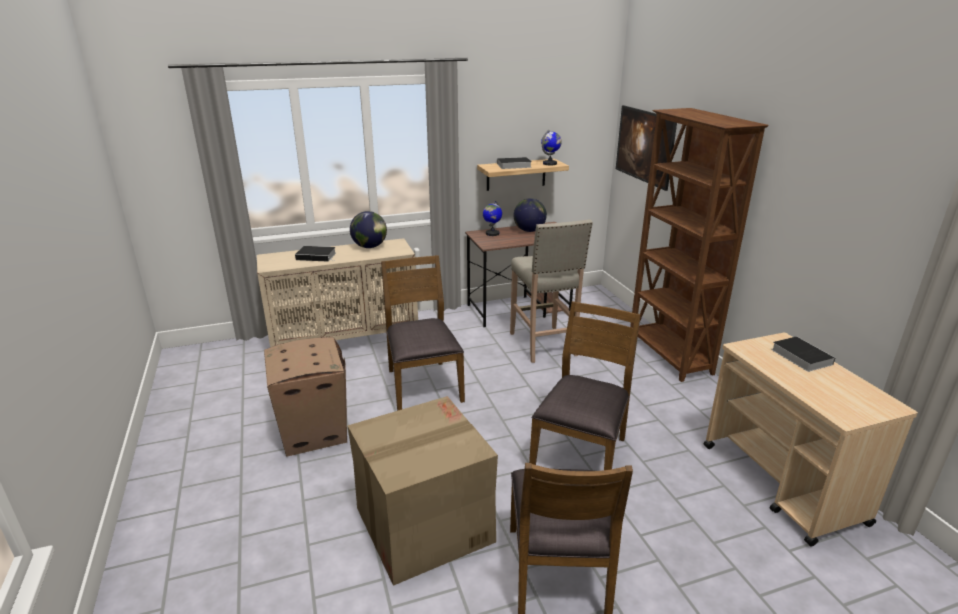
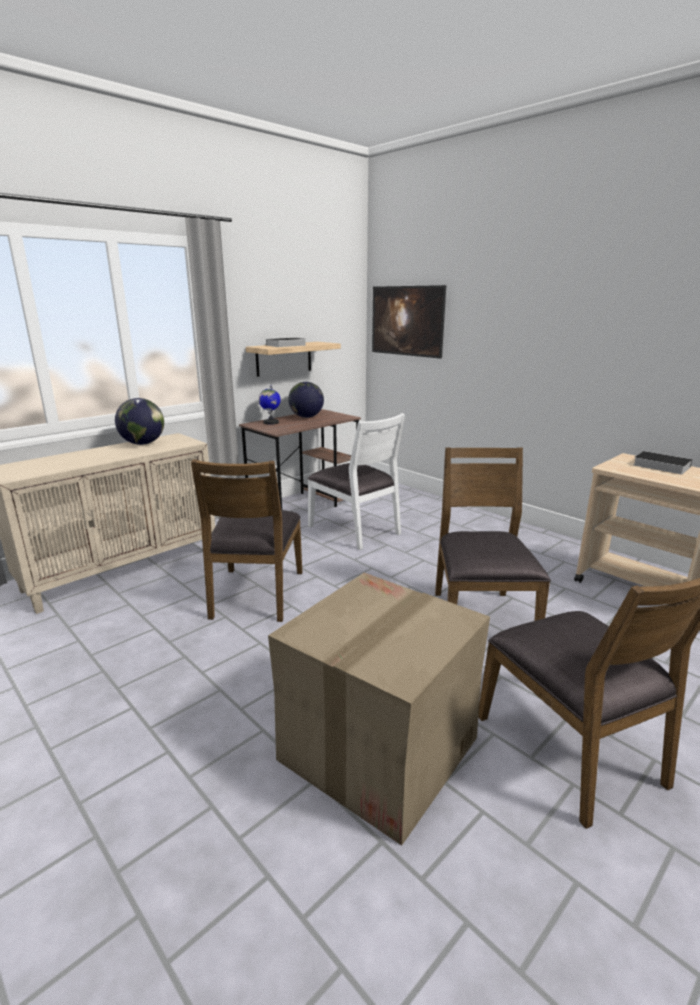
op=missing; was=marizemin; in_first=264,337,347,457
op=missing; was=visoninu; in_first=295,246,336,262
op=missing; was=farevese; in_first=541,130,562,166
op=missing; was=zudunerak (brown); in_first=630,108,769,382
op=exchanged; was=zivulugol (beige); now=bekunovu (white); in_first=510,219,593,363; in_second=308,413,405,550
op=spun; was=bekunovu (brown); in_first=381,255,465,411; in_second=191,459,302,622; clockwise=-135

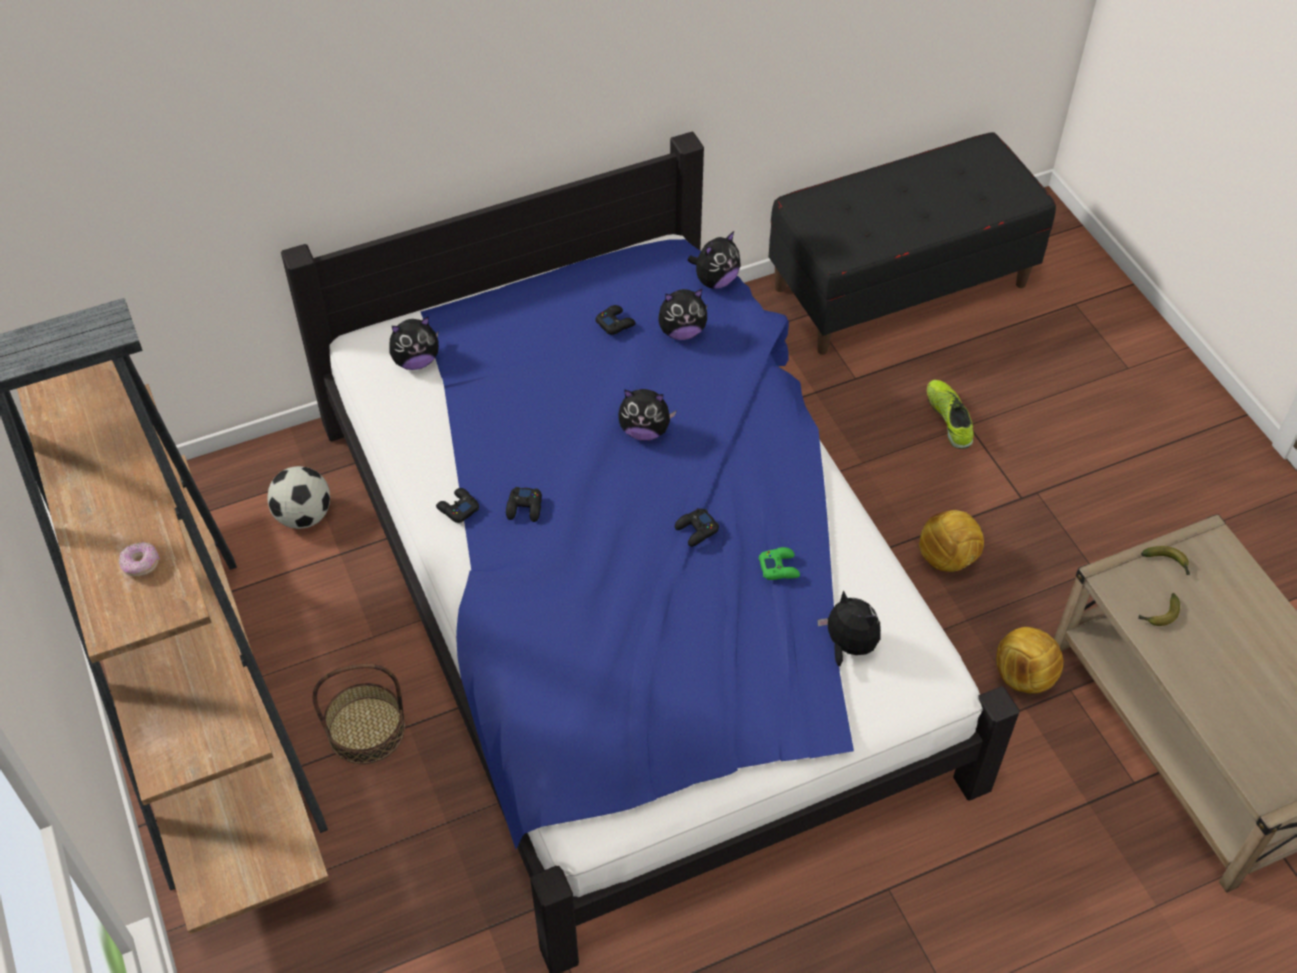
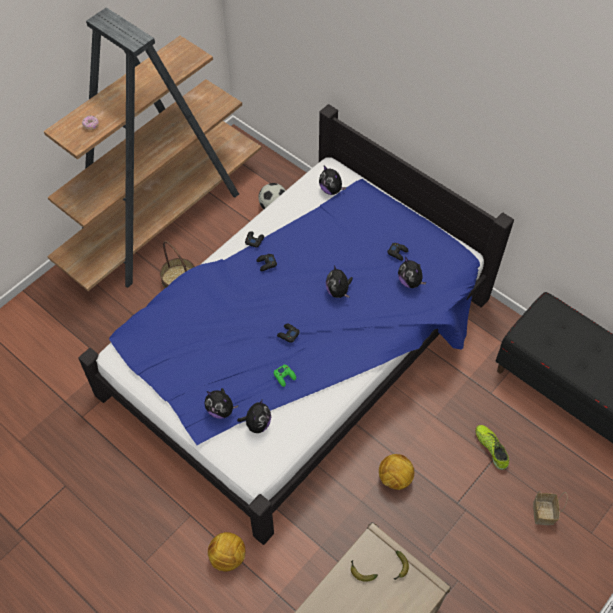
op=appeared; now=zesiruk; in_second=533,491,567,525
op=relocated; was=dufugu; in_first=688,231,741,289; in_second=204,388,238,419
op=relocated; was=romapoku; in_first=996,627,1063,694; in_second=208,532,245,572
op=spun; was=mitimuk; in_first=926,380,974,449; in_second=475,425,509,470; clockwise=-75

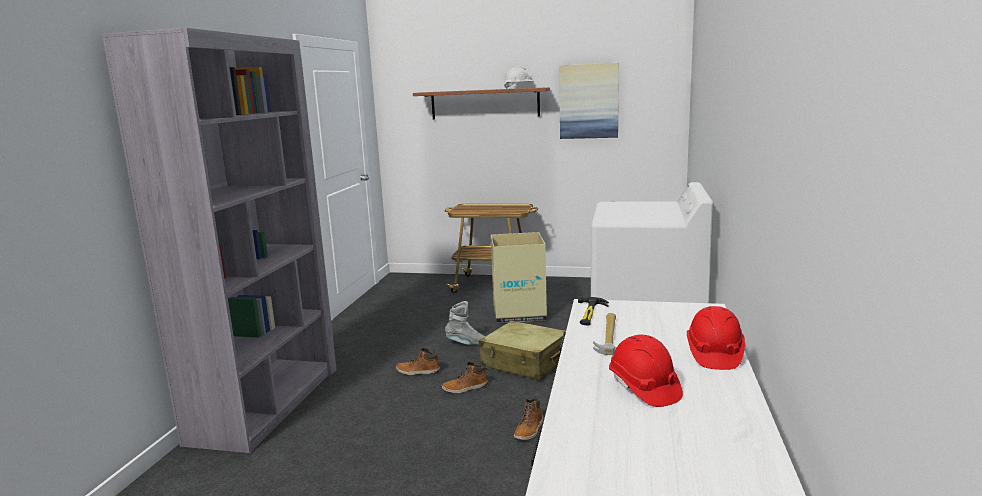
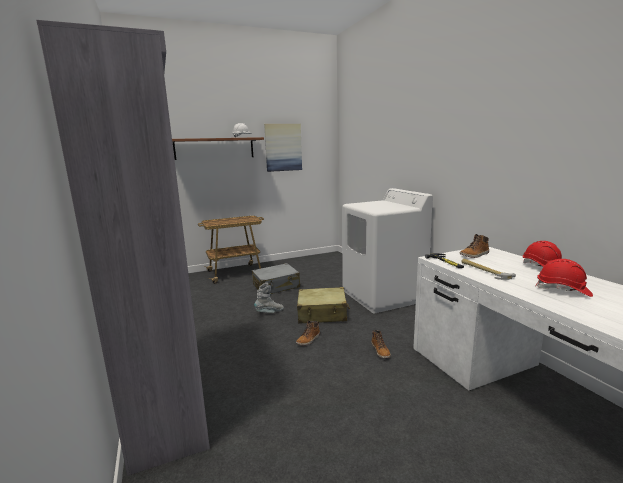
op=relocated; was=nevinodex; in_first=396,348,440,375; in_second=460,234,489,258
op=exchanged; was=marizemin; now=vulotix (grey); in_first=491,232,547,323; in_second=252,263,300,294

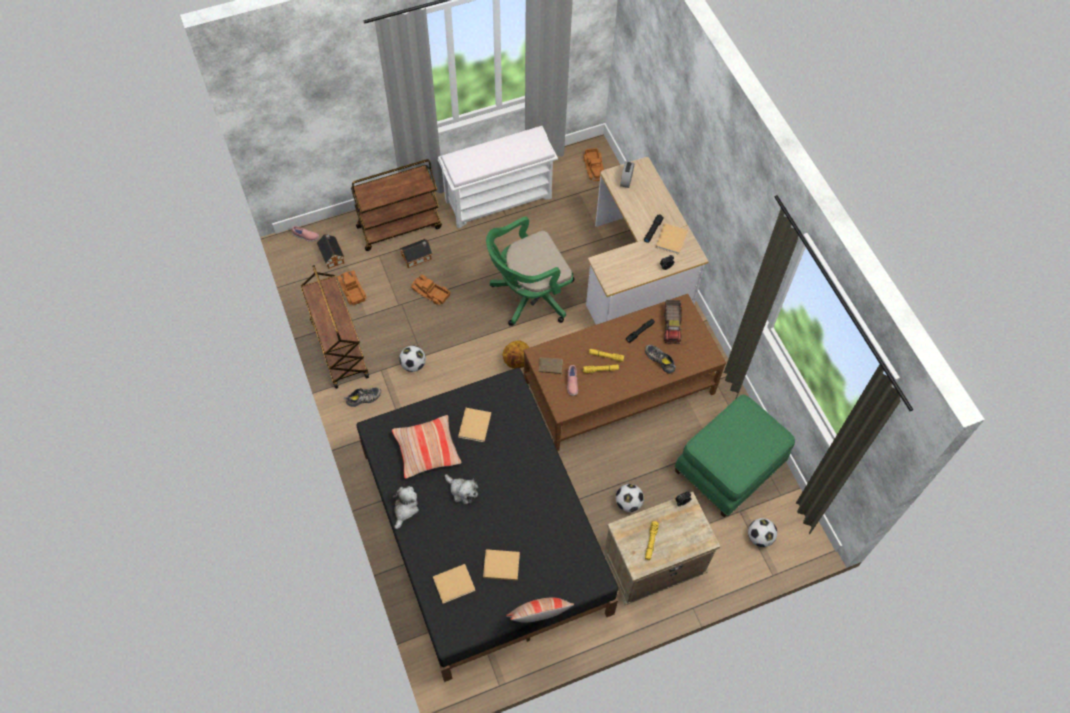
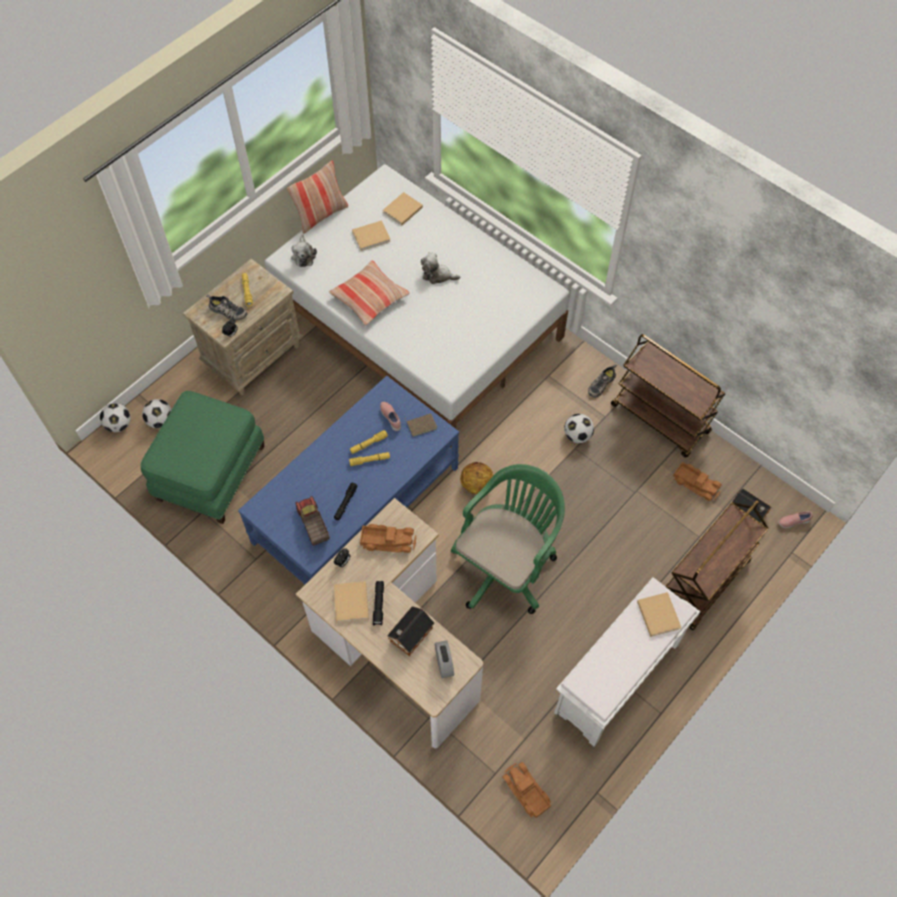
op=relocated; was=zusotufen; in_first=392,415,461,479; in_second=329,261,409,326
op=relocated; was=dufugu; in_first=393,486,419,529; in_second=291,234,317,267
op=relocated; was=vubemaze; in_first=400,239,432,268; in_second=387,606,434,656
op=relocated; was=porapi; in_first=411,275,450,305; in_second=360,524,416,553
op=relocated; was=visoninu (beige); in_first=458,408,491,442; in_second=637,592,681,637
op=relocated; was=romapoku; in_first=616,484,644,512; in_second=100,403,131,432
op=relocated; was=mitimuk; in_first=645,345,676,374; in_second=206,295,247,321
op=colour; was=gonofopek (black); now=gonofopek (white); in_first=357,368,618,682; in_second=264,164,569,447
op=colour; was=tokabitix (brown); now=tokabitix (blue); in_first=523,294,726,451; in_second=238,376,459,584

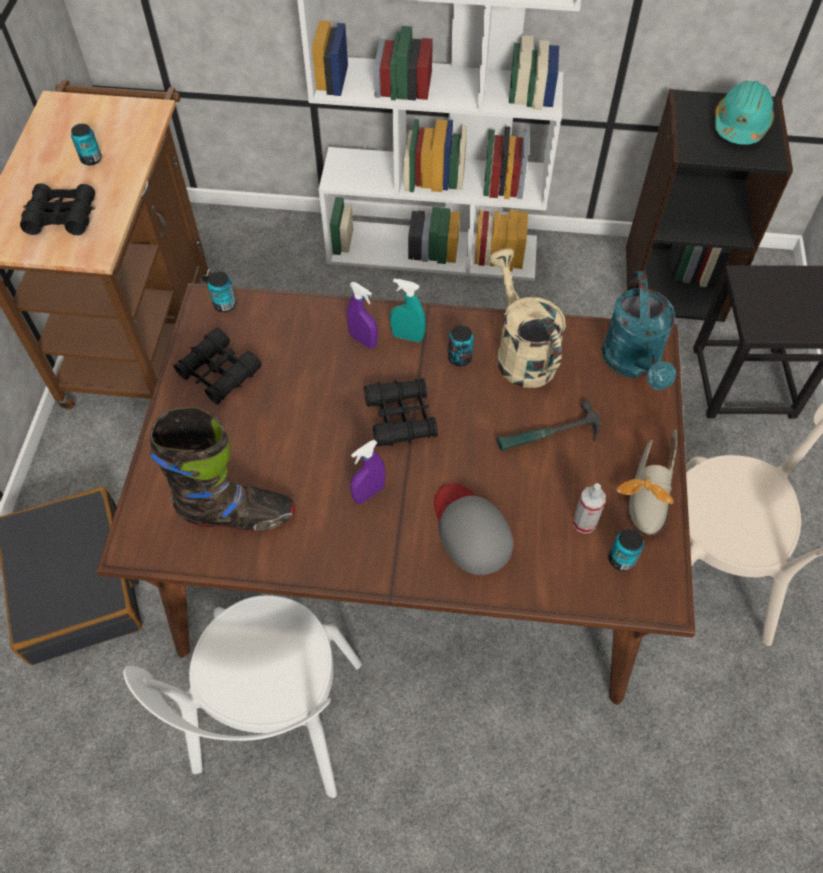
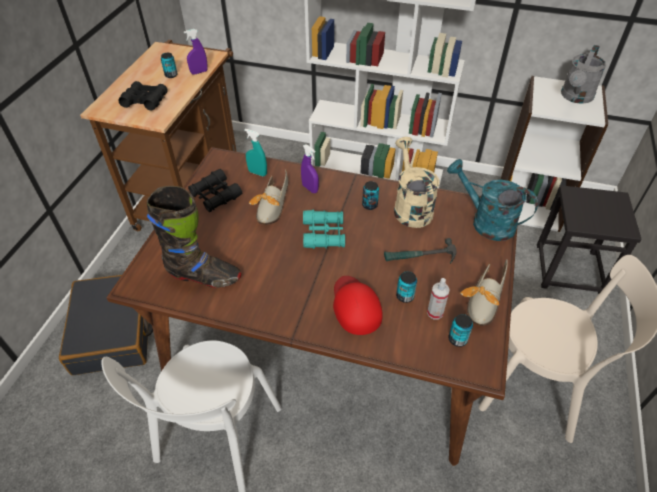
op=appeared; now=mitimuk; in_second=249,169,288,225
op=relocated; was=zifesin; in_first=207,272,236,312; in_second=396,271,417,303
op=relocated; was=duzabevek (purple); in_first=350,440,385,504; in_second=184,29,208,75
op=relocated; was=duzabevek (turquoise); in_first=390,279,426,342; in_second=244,129,267,176
op=exchanged; was=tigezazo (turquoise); now=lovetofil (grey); in_first=715,81,774,145; in_second=561,45,606,104
op=colour; was=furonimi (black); now=furonimi (turquoise); in_first=364,378,438,446; in_second=303,209,345,249
op=colour; was=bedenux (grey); now=bedenux (red); in_first=434,483,513,575; in_second=333,276,383,335
op=colour; was=zudunerak (black); now=zudunerak (white); in_first=626,89,793,322; in_second=500,76,608,232
op=spun; was=lovetofil (turquoise); in_first=602,271,676,390; in_second=447,159,538,241; clockwise=120

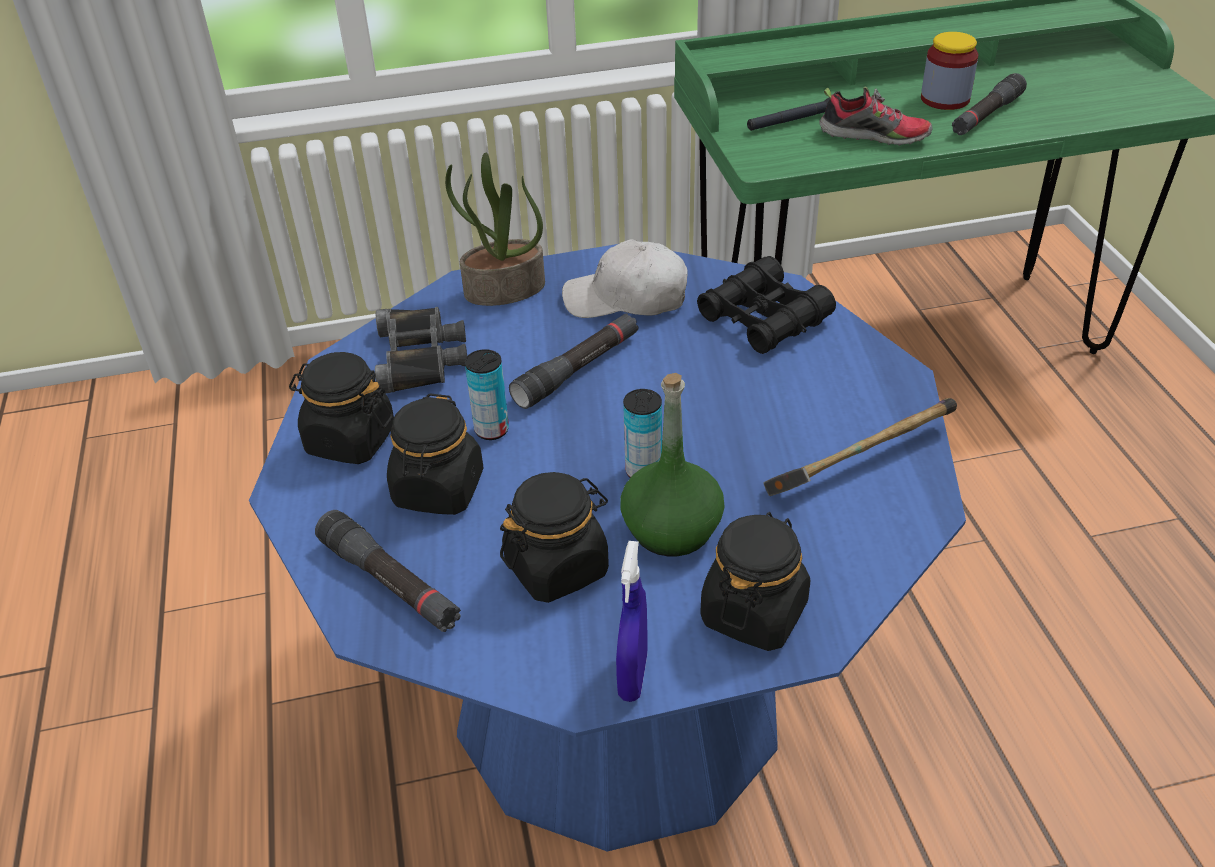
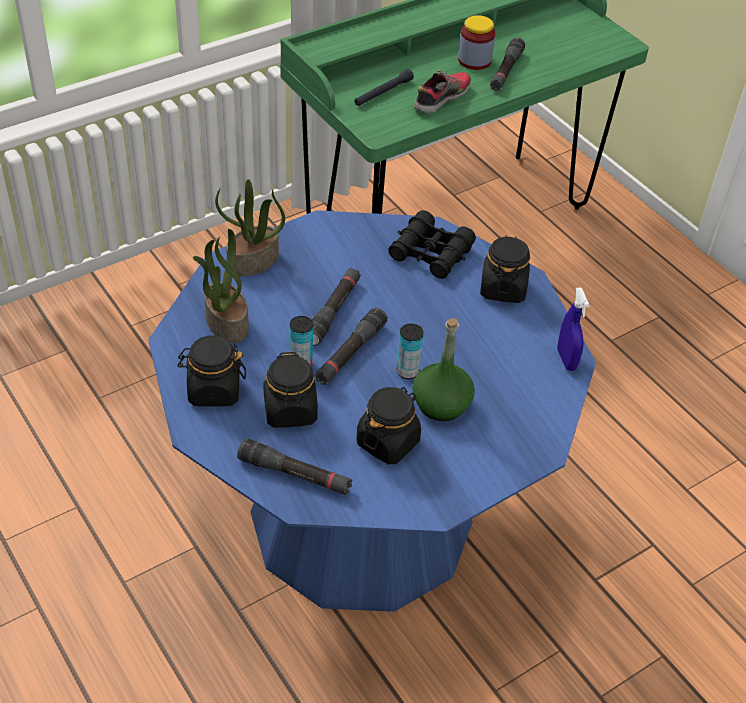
op=missing; was=bedenux (white); in_first=562,239,688,318
op=missing; was=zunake; in_first=763,398,957,496
op=appeared; now=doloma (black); in_second=315,307,388,385
op=relocated; was=duzabevek (blue); in_first=616,541,648,702; in_second=557,287,590,371
op=relocated; was=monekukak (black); in_first=700,512,810,651; in_second=480,235,530,303
op=exchanged; was=furonimi (black); now=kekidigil; in_first=375,307,467,393; in_second=193,229,249,343
op=spun; was=mitimuk; in_first=819,87,933,146; in_second=414,70,471,114; clockwise=-45

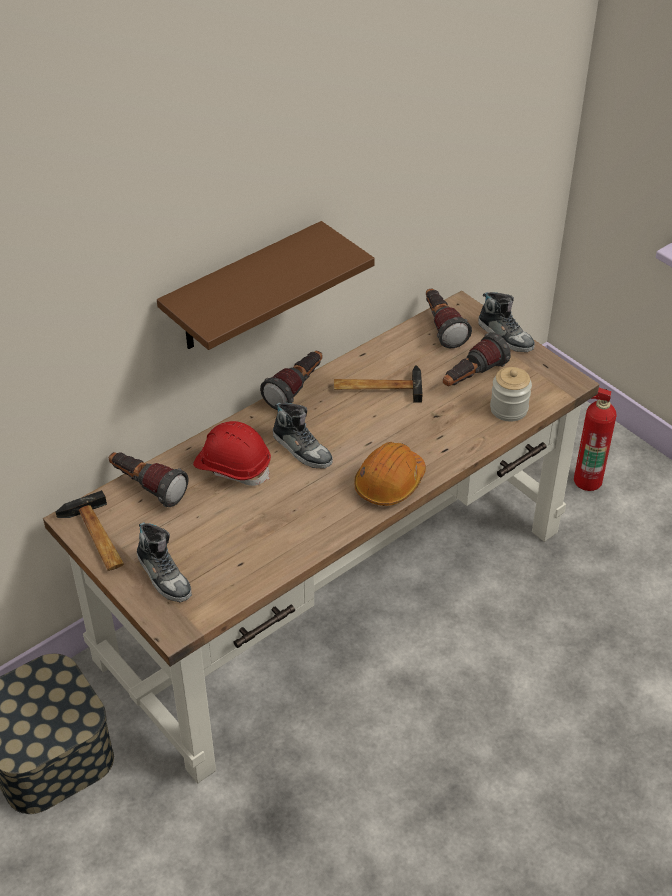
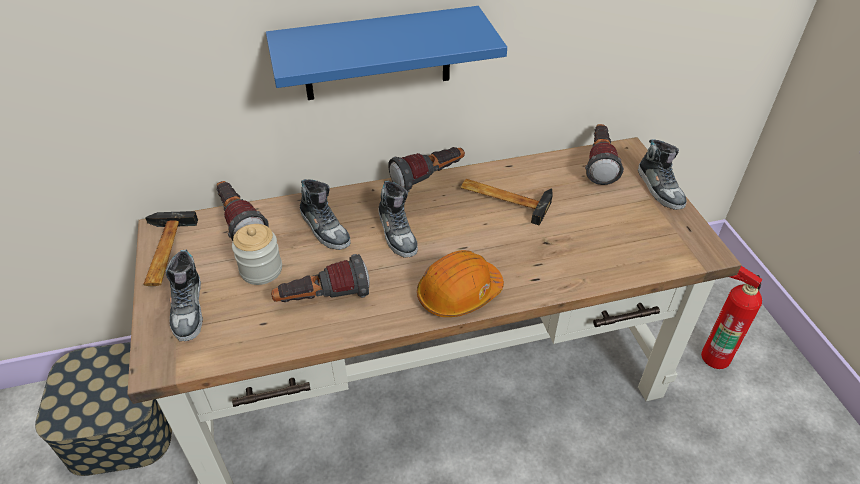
op=relocated; was=doloma; in_first=443,332,511,386; in_second=271,254,370,302
op=relocated; was=monekukak; in_first=490,367,532,422; in_second=232,224,282,285
op=exchanged; was=tigezazo (red); now=mitimuk; in_first=193,421,271,486; in_second=300,179,351,250
op=colour; was=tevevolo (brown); now=tevevolo (blue); in_first=157,221,375,350; in_second=266,6,507,100

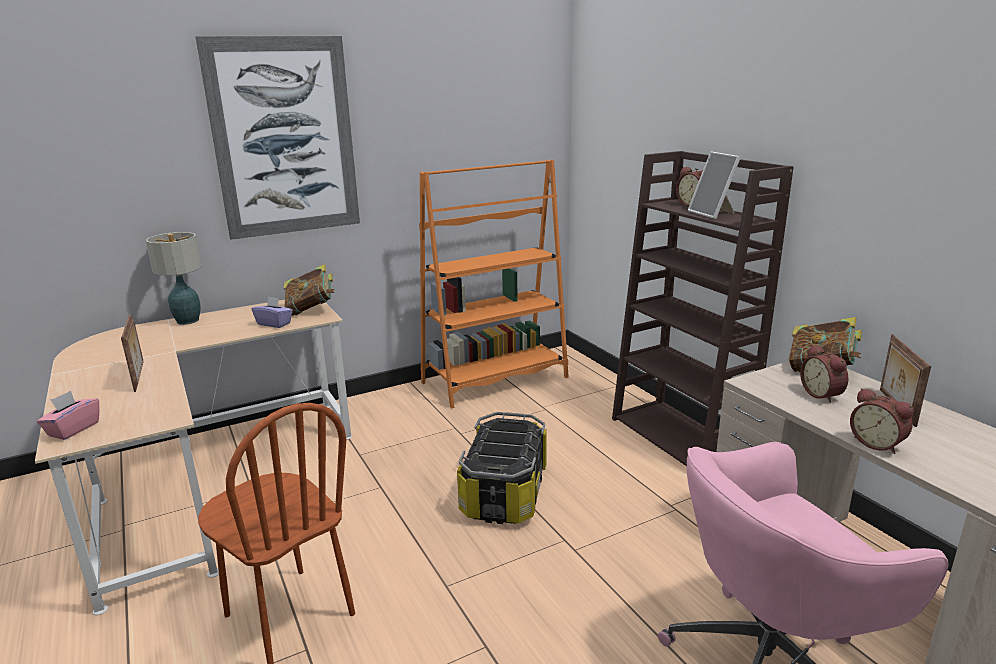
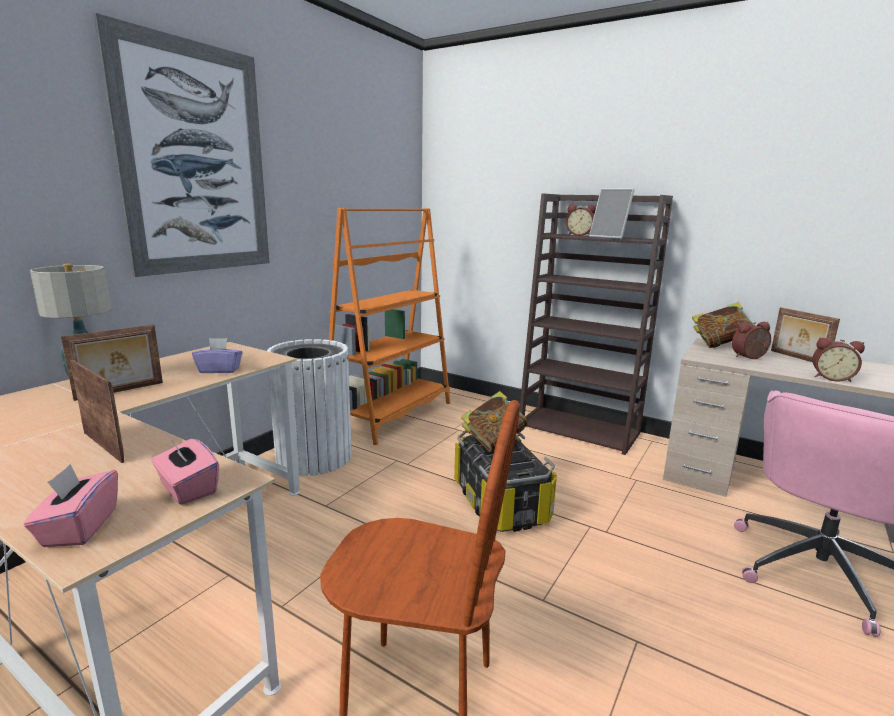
op=appeared; now=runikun; in_second=61,324,163,401
op=appeared; now=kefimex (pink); in_second=151,436,219,505
op=appeared; now=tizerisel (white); in_second=267,339,352,476
op=relocated; was=visoninu; in_first=284,264,335,316; in_second=461,391,528,452
op=spun; was=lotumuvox; in_first=800,344,848,403; in_second=732,322,771,359; clockwise=120

